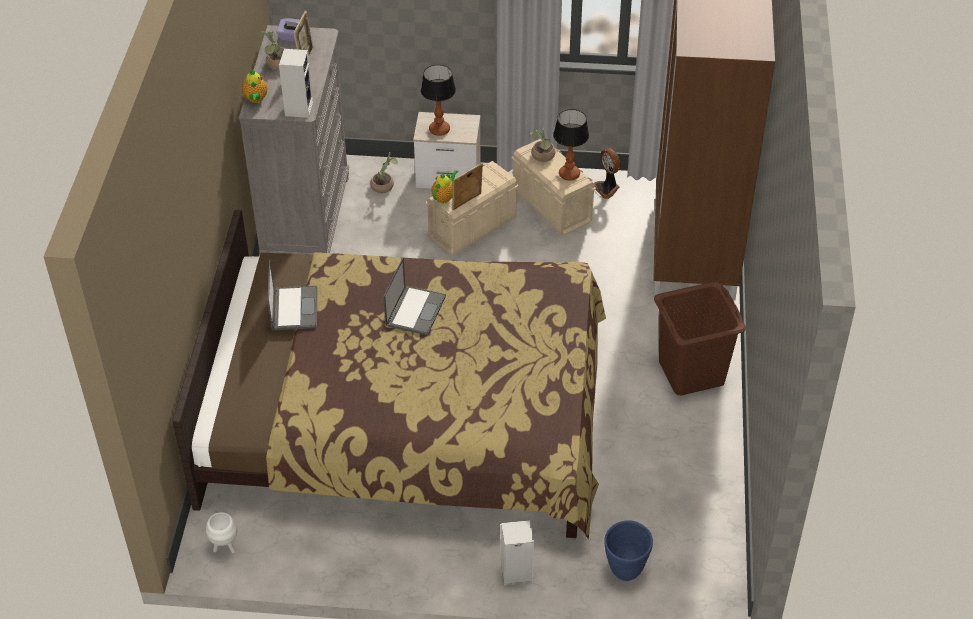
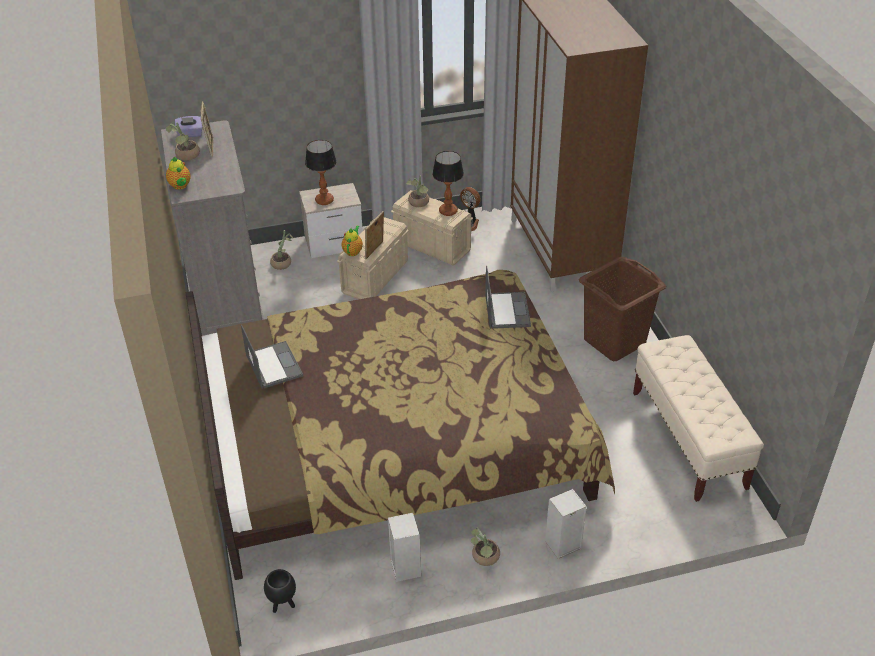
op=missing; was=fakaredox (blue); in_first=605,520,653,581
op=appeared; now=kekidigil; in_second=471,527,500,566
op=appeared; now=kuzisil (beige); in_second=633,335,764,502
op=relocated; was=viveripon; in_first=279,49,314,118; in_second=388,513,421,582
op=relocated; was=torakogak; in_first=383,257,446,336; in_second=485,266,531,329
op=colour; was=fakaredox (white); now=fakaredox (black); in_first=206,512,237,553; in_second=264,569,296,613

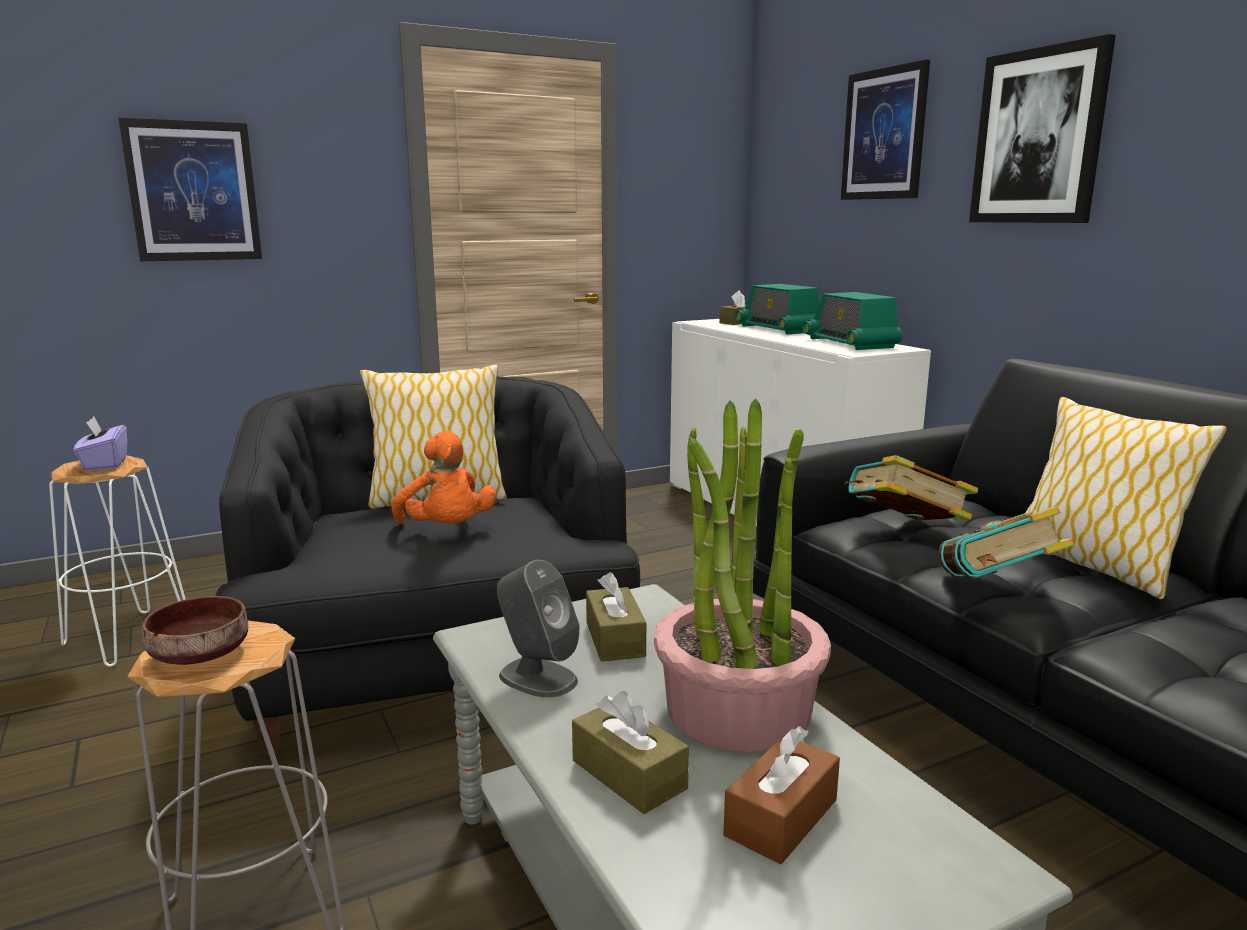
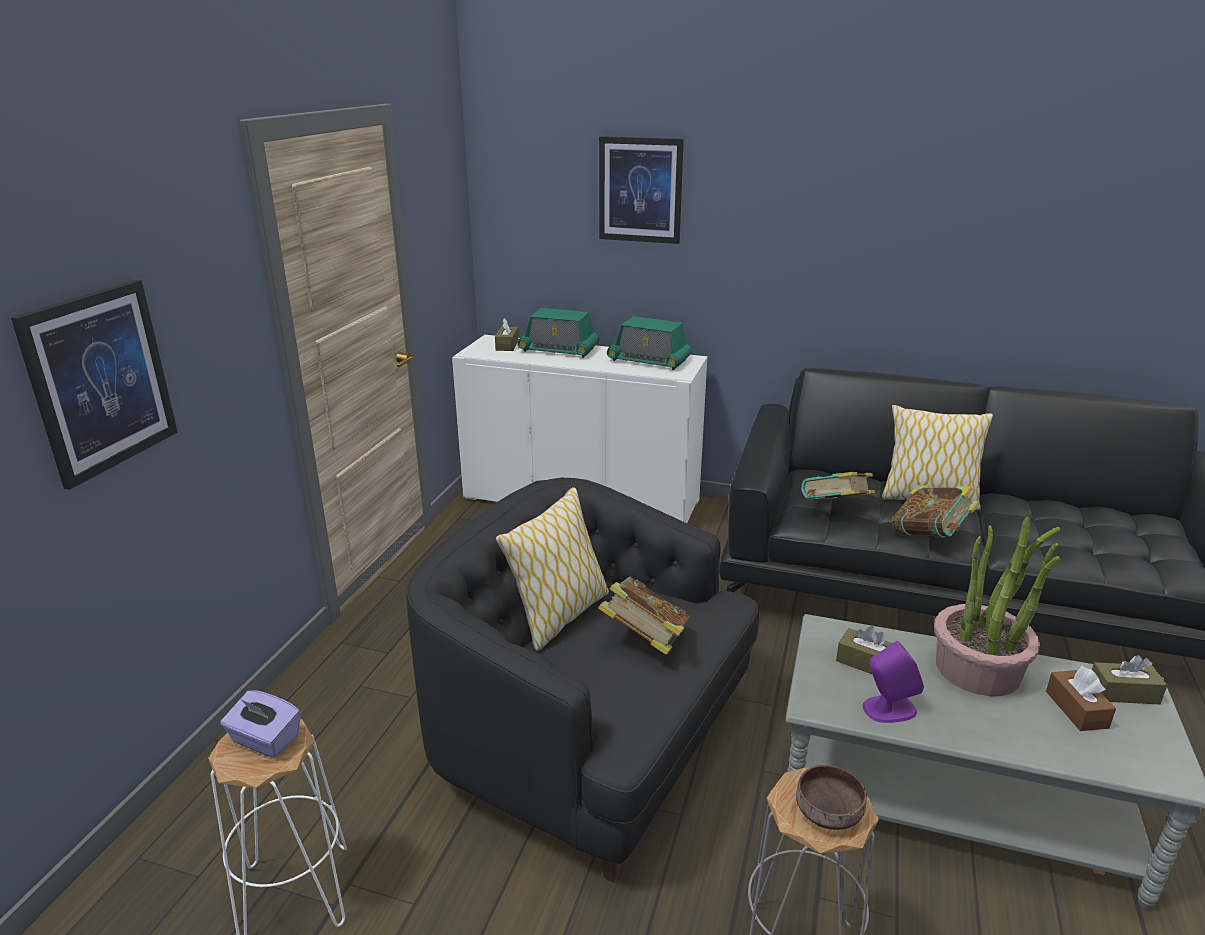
op=missing; was=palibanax; in_first=969,34,1116,223
op=relocated; was=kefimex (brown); in_first=572,691,689,814; in_second=1092,655,1167,704
op=exchanged; was=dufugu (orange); now=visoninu; in_first=391,431,497,524; in_second=598,577,690,655
op=colour; was=viveripon (grey); now=viveripon (purple); in_first=497,560,580,698; in_second=862,641,924,723

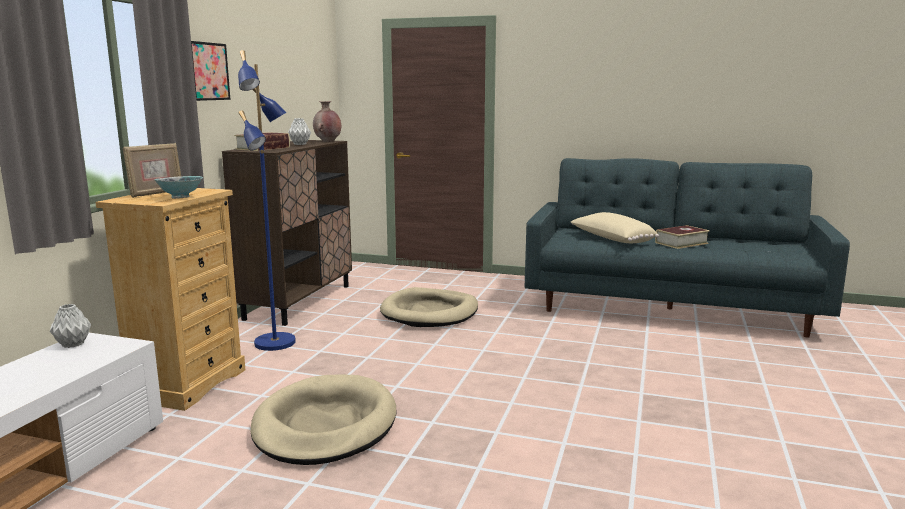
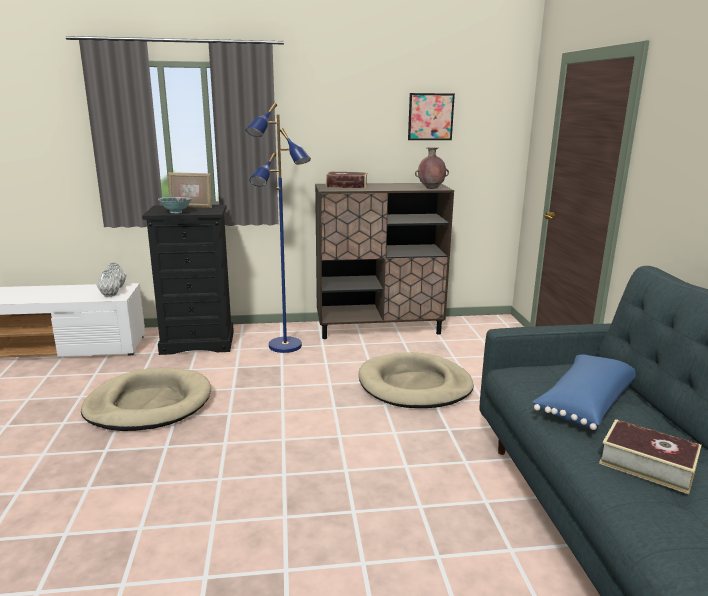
op=relocated; was=palibanax; in_first=191,41,230,101; in_second=408,93,455,140
op=relocated; was=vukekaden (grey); in_first=288,118,311,145; in_second=97,270,121,297
op=colour; was=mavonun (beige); now=mavonun (black); in_first=95,188,245,411; in_second=142,205,234,355
op=colour; was=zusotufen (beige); now=zusotufen (blue); in_first=571,212,659,243; in_second=532,355,635,430

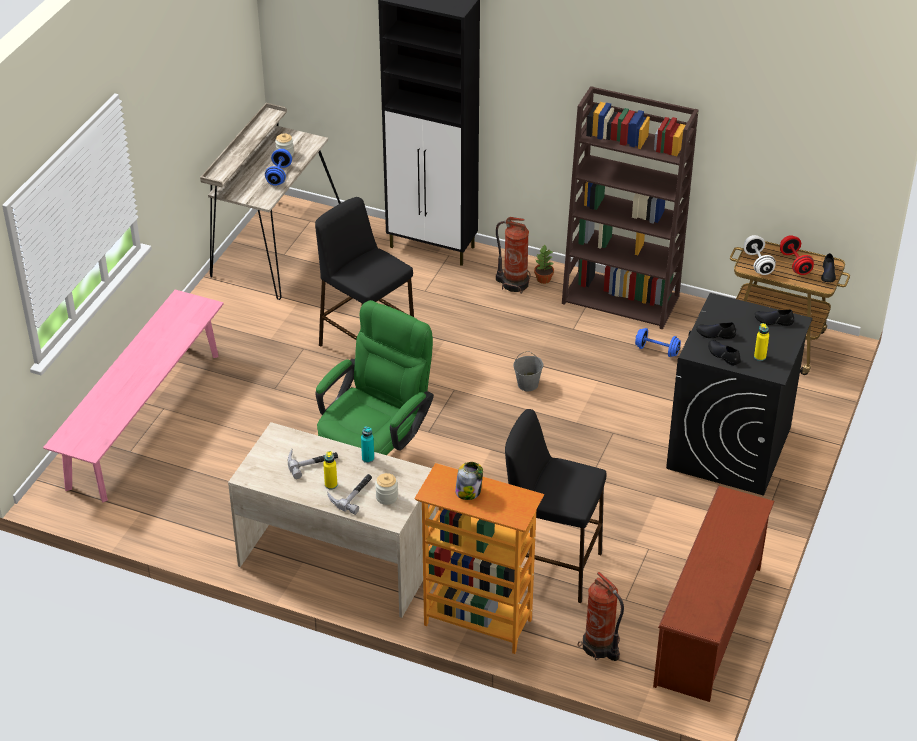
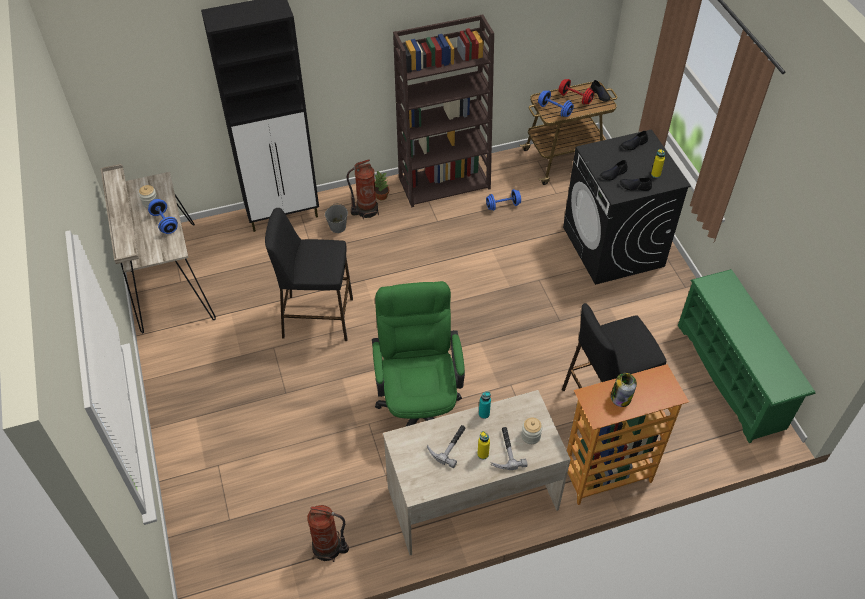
op=missing; was=kuzisil (pink); in_first=43,290,224,502
op=relocated; was=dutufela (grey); in_first=513,351,543,391; in_second=325,203,348,233
op=relocated; was=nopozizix; in_first=578,572,624,661; in_second=307,505,349,562
op=colour; was=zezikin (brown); now=zezikin (green); in_first=653,486,775,702; in_second=678,269,815,443
op=colour; was=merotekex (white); now=merotekex (blue); in_first=743,235,776,275; in_second=538,90,574,117

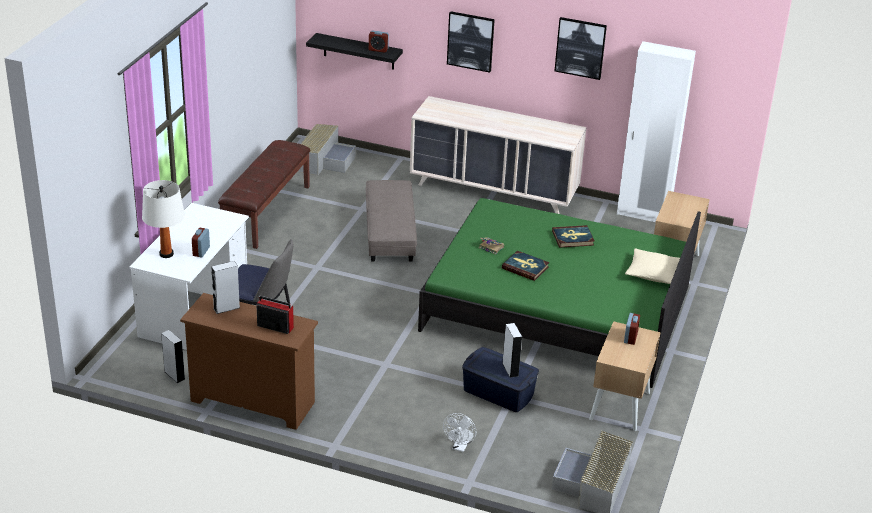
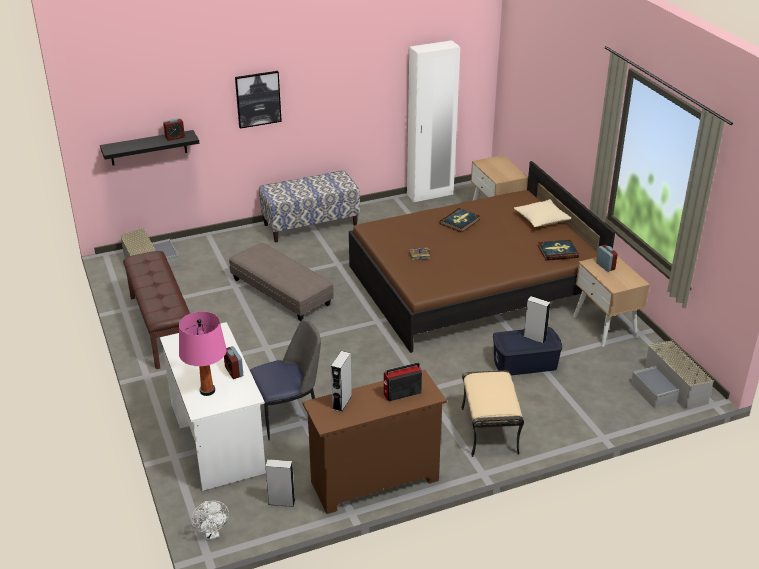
op=missing; was=palibanax; in_first=554,17,607,80
op=appeared; now=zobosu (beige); in_second=461,370,524,457
op=relocated; was=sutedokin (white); in_first=443,413,476,452; in_second=191,501,229,540
op=relocated; was=visoninu; in_first=502,251,549,281; in_second=538,240,579,261
op=exchanged; was=mavonun (beige); now=kuzisil; in_first=410,96,587,214; in_second=259,170,360,242
op=colour; was=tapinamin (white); now=tapinamin (pink); in_first=142,180,185,258; in_second=179,311,227,396
op=colour; was=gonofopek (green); now=gonofopek (brown); in_first=418,198,701,388; in_second=349,161,615,353

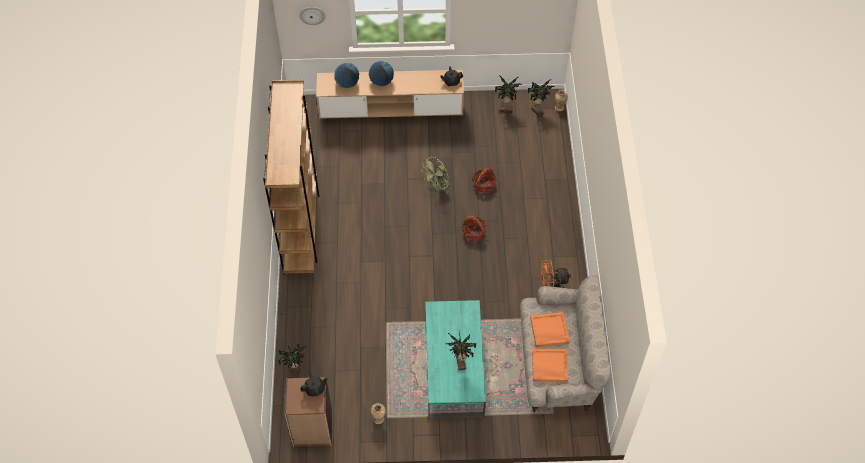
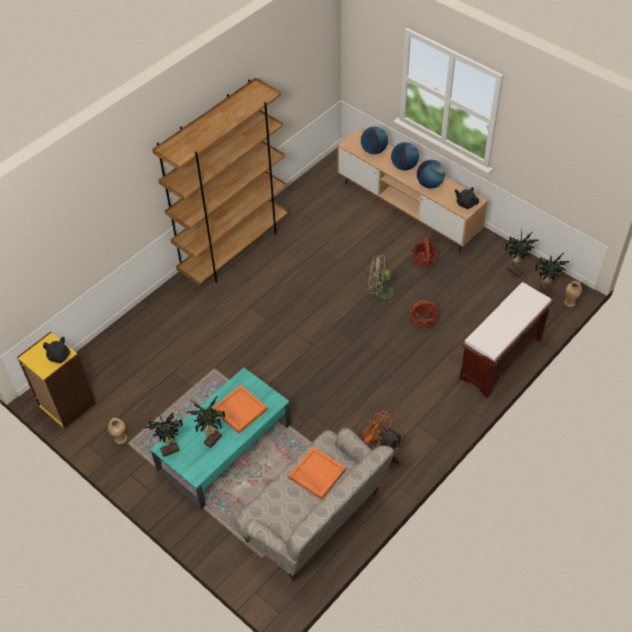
op=missing; was=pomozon; in_first=299,7,326,25
op=appeared; now=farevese; in_second=417,160,445,188
op=appeared; now=kuzisil (brown); in_second=459,282,554,398
op=relocated; was=kekidigil; in_first=278,343,306,378; in_second=145,412,183,457
op=relocated; was=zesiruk; in_first=462,216,487,242; in_second=412,237,439,268
op=relocated; was=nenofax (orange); in_first=532,348,568,382; in_second=212,385,268,434
op=colour; was=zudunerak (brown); now=zudunerak (yellow); in_first=284,377,332,447; in_second=17,332,96,429

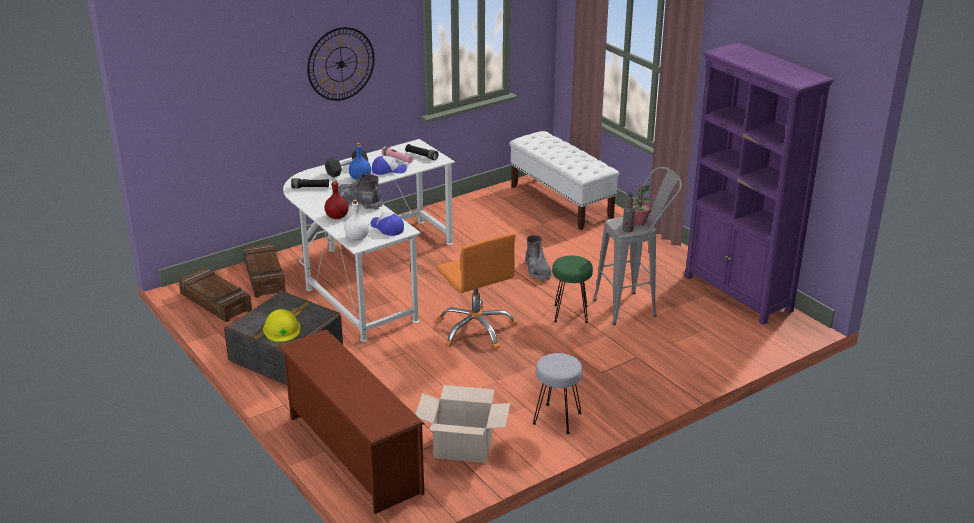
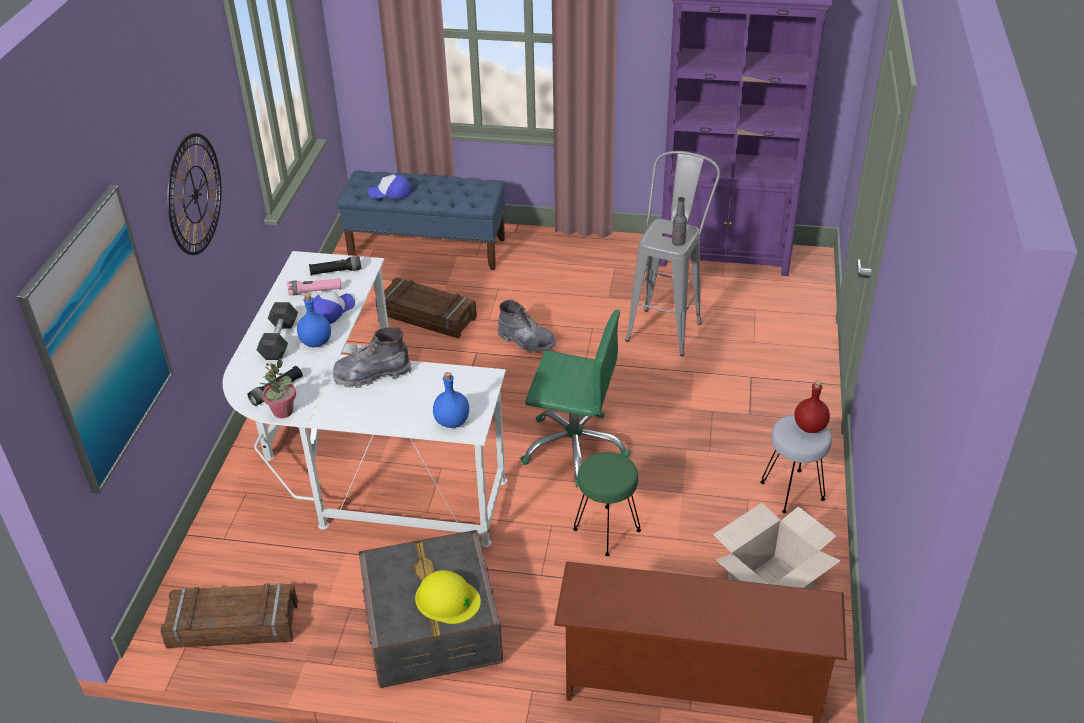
op=appeared; now=palibanax; in_second=17,185,173,494
op=relocated; was=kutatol; in_first=243,243,286,298; in_second=375,278,477,338
op=relocated; was=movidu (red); in_first=325,180,349,219; in_second=794,381,830,433
op=relocated; was=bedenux; in_first=370,212,404,236; in_second=368,174,411,198
op=relocated; was=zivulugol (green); in_first=552,255,593,323; in_second=573,452,641,556
op=relocated; was=kekidigil; in_first=633,184,652,225; in_second=260,358,296,418
op=colour; was=movidu (white); now=movidu (blue); in_first=345,199,369,240; in_second=433,372,469,428
op=colour; was=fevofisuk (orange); now=fevofisuk (green); in_first=437,233,518,350; in_second=521,310,630,487
op=colour; was=kuzisil (white); now=kuzisil (blue); in_first=509,131,619,230; in_second=337,171,505,270

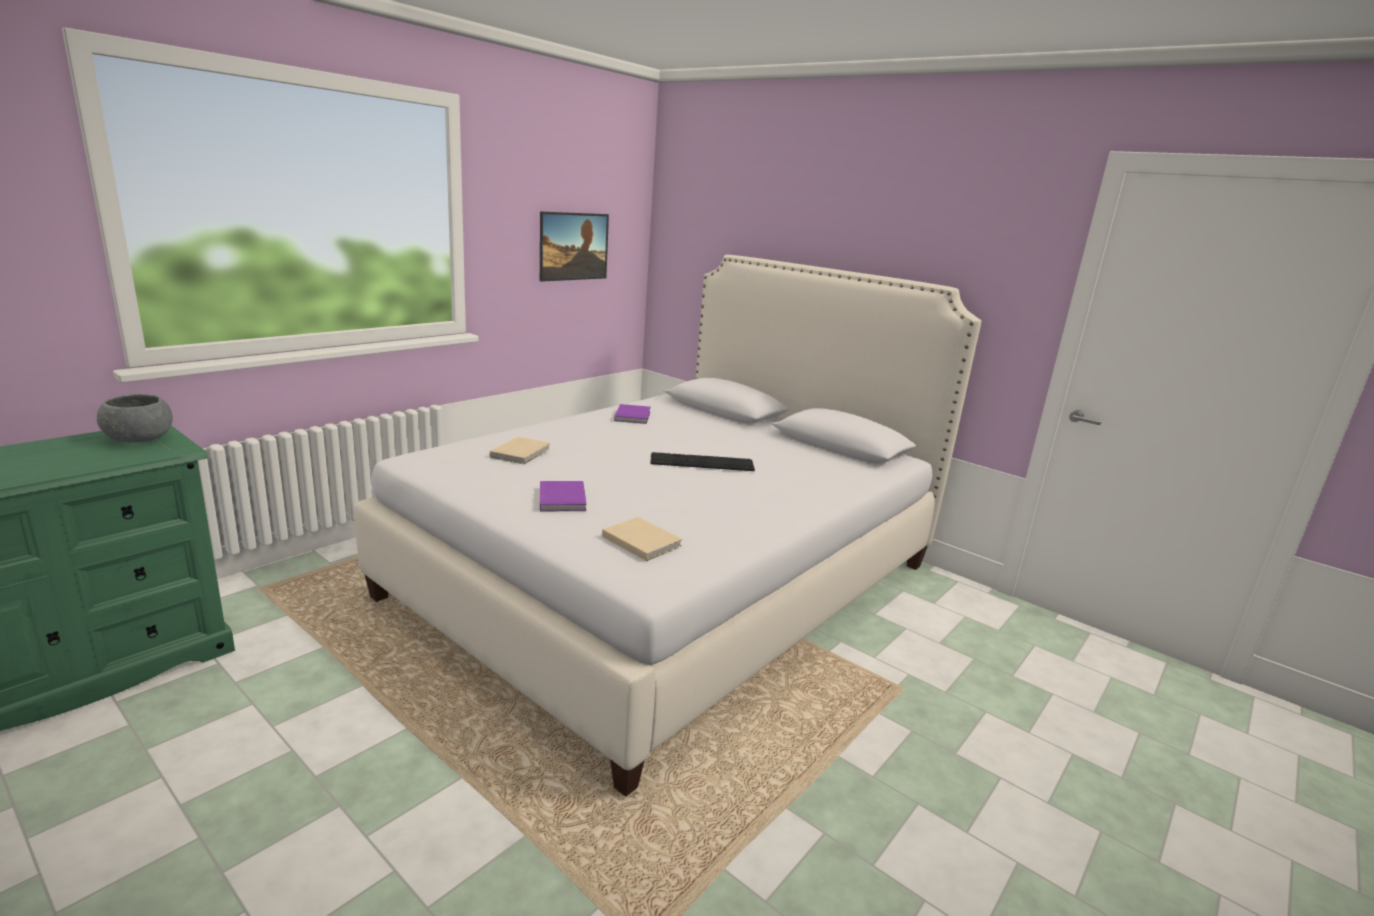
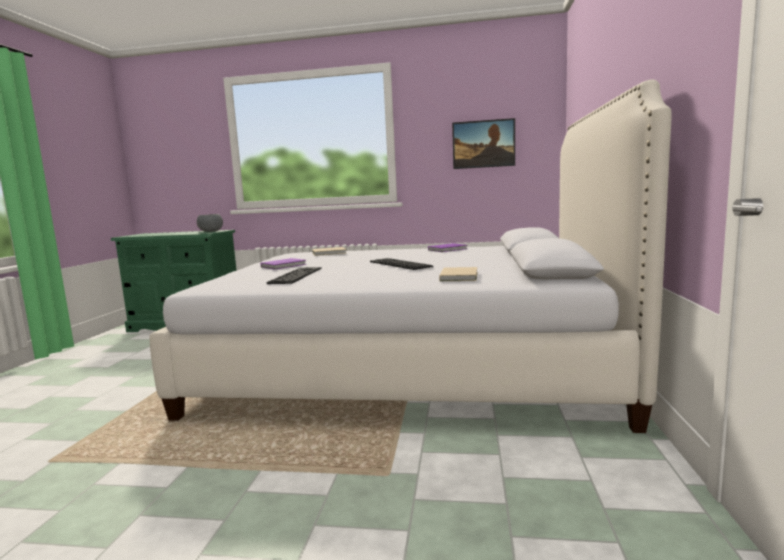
op=appeared; now=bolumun; in_second=267,267,322,284
op=relocated; was=visoninu (beige); in_first=602,517,682,561; in_second=439,267,477,281

